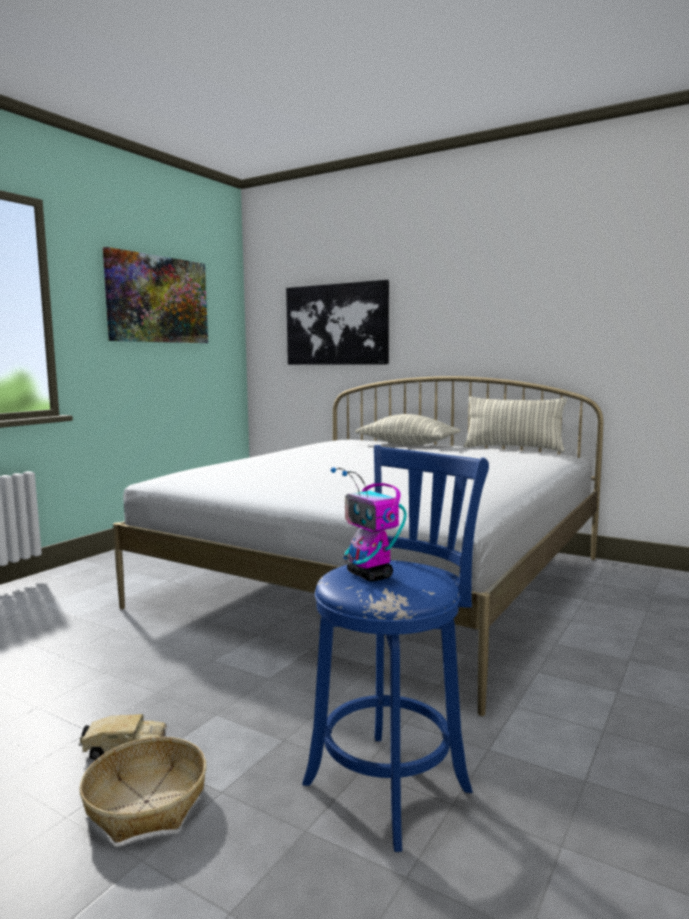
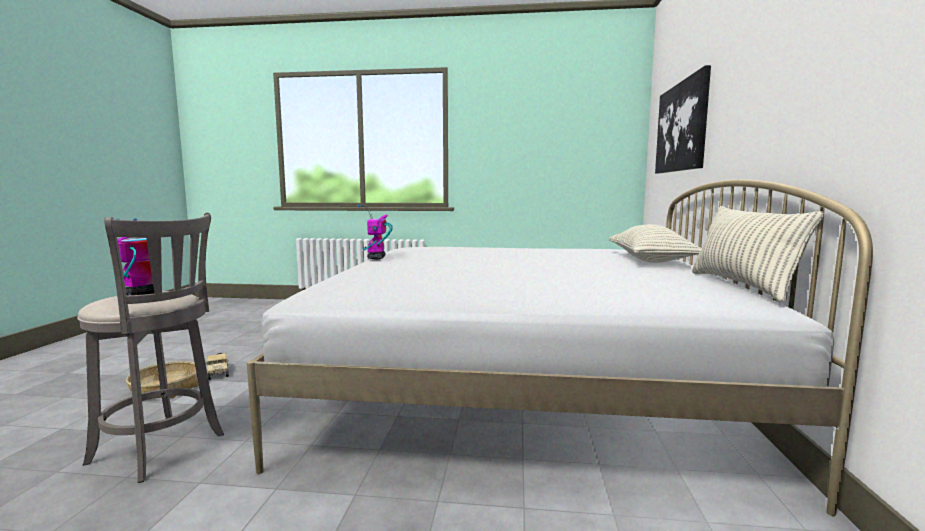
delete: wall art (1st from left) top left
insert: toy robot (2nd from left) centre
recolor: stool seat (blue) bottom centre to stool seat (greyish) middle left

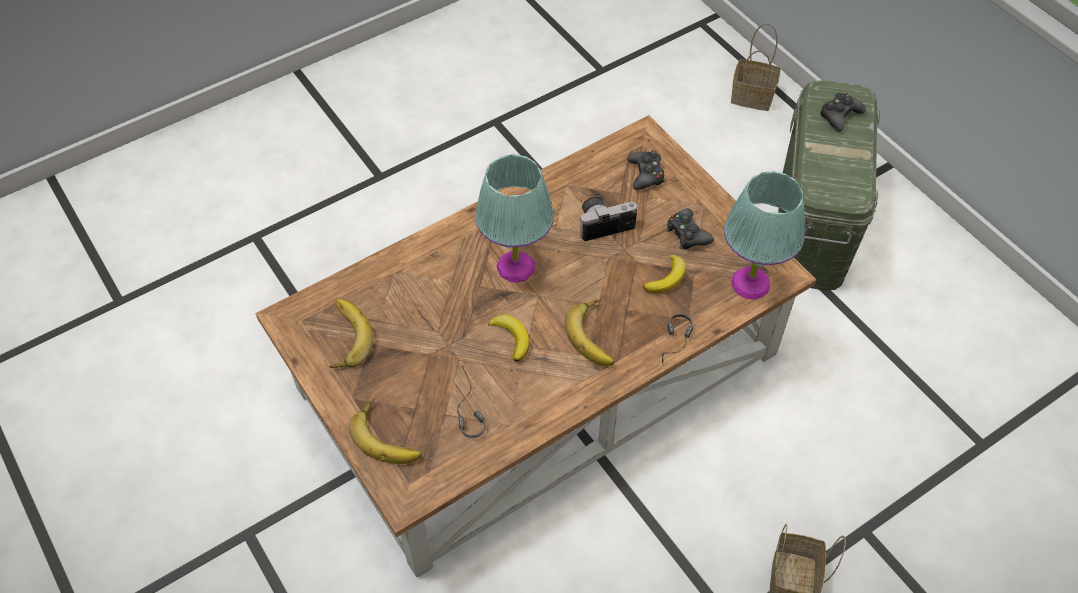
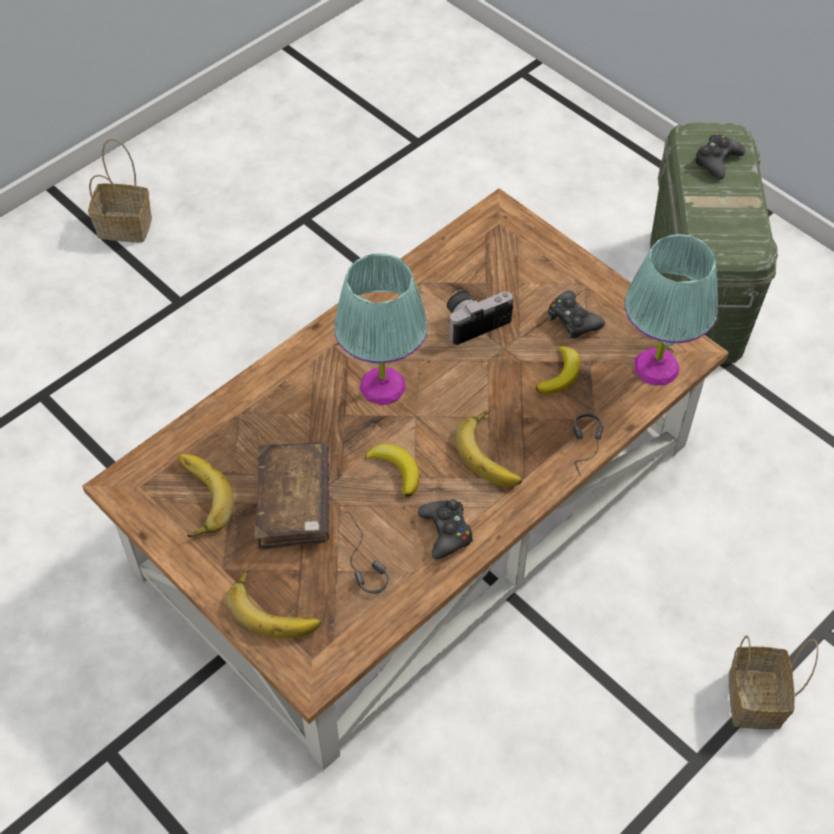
insert: bound book (brown) centre
move: storage basket (1st from left) top right to top left; joypad (black) (1st from left) top centre to centre

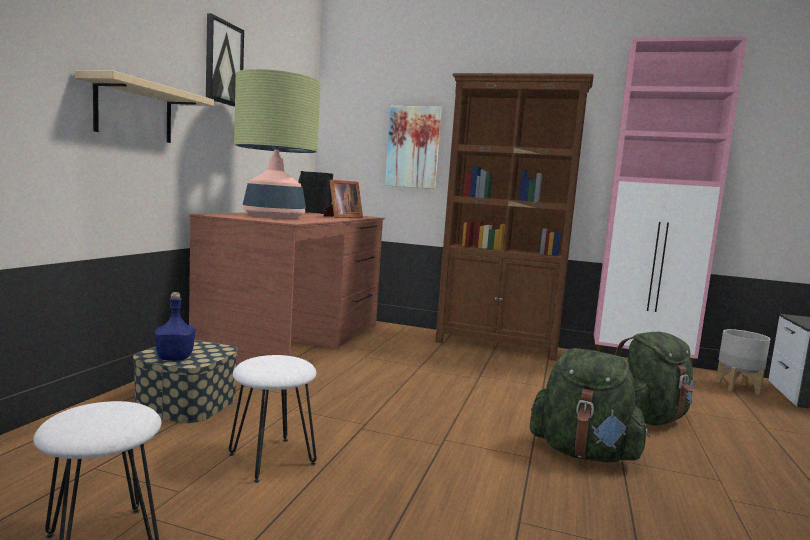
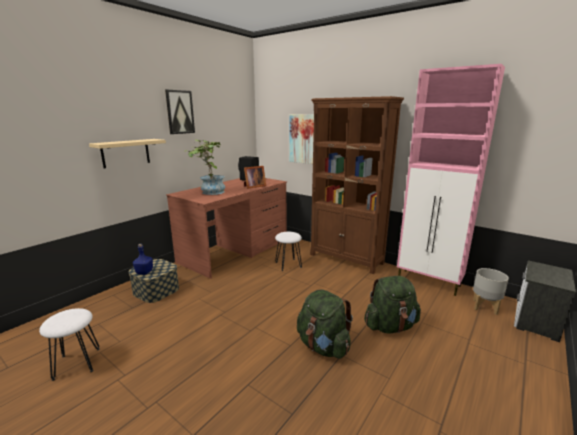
move: stool seat (white) (2nd from left) bottom centre to centre
replace: lamp for a table top centre to plant in a pot centre

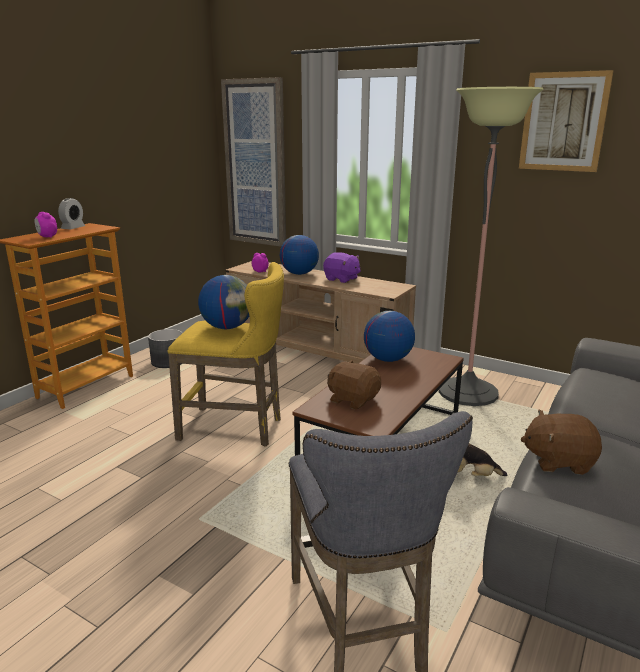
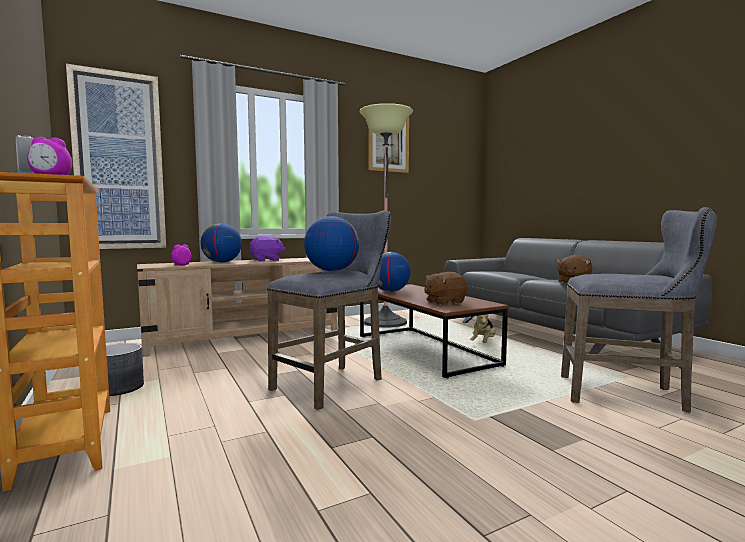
recolor: stool seat (yellow) centre to stool seat (greyish) (1st from left) centre

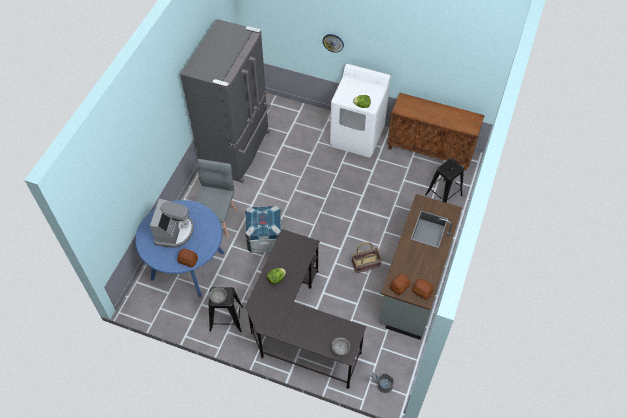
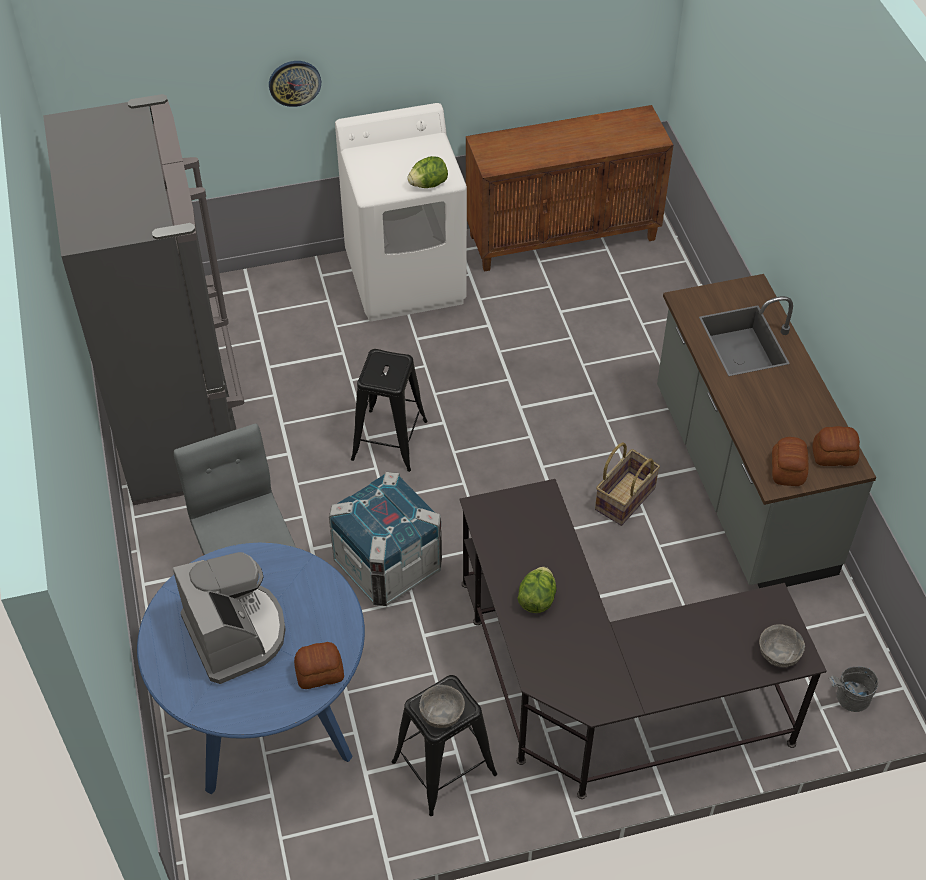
move: stool seat (black) (2nd from left in the first image) middle right to stool seat (black) (1st from left) centre

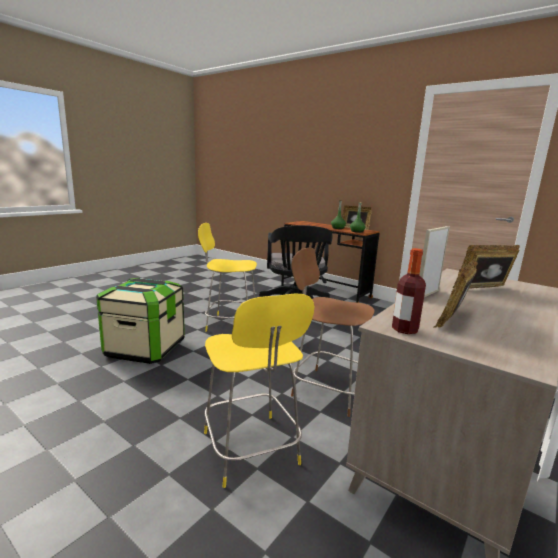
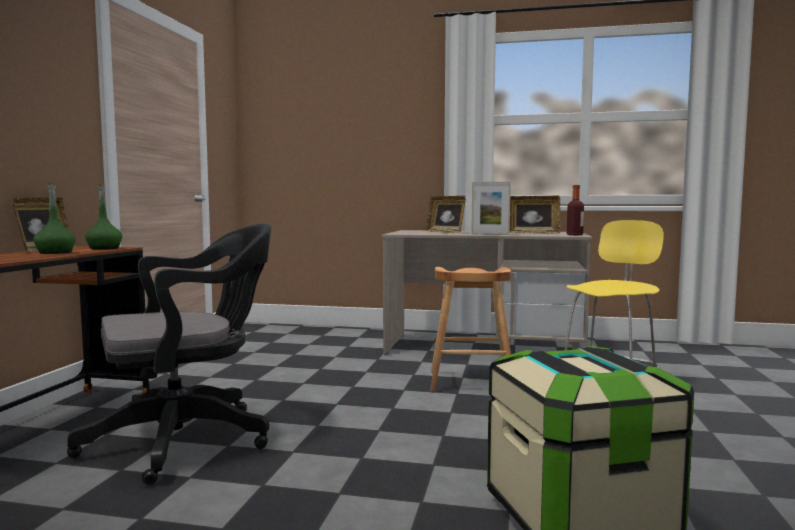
delete: plain chair (yellow) (1st from left) centre
replace: plain chair (brown) centre to stool seat (brown) centre

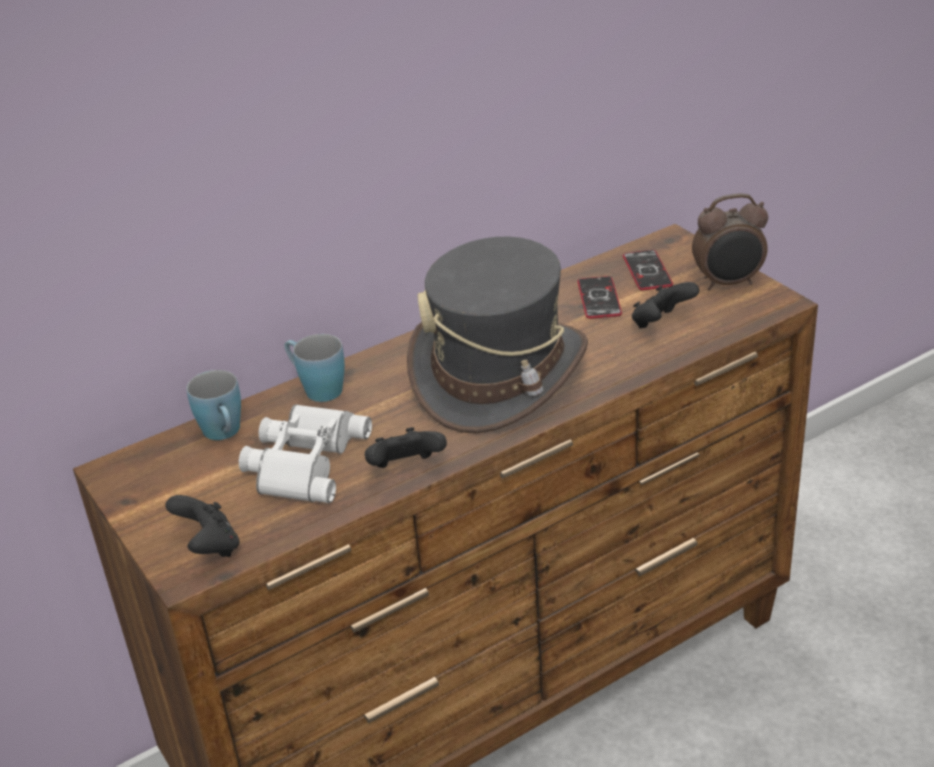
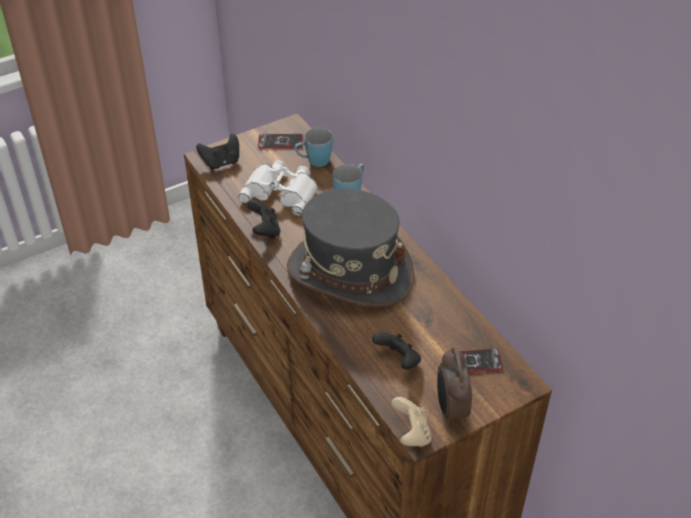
insert: joypad (beige) bottom centre
move: handset (1st from left) centre to top centre

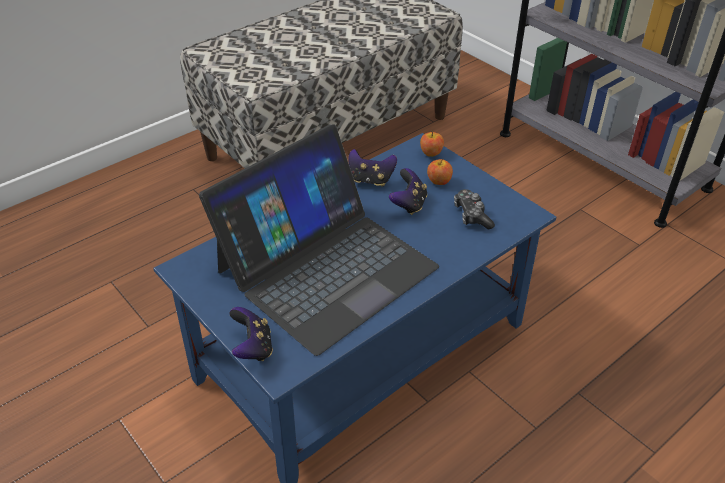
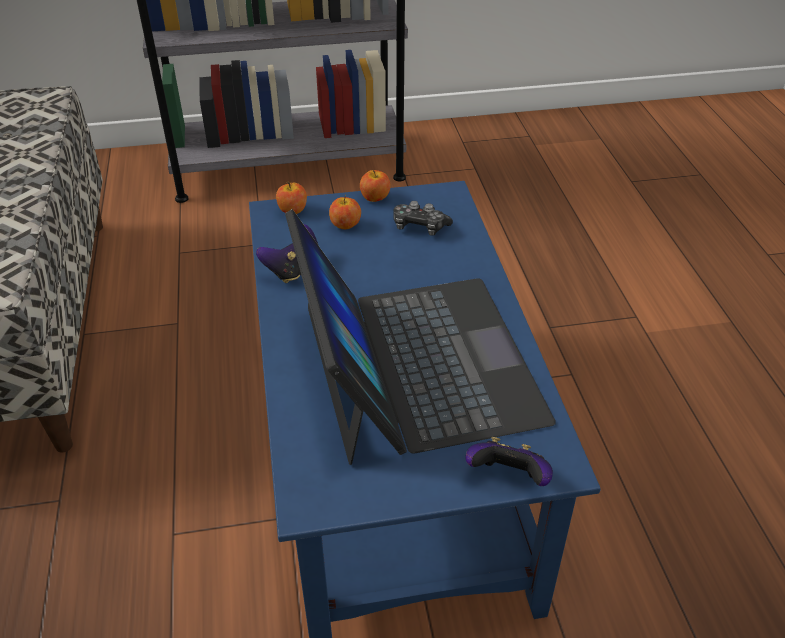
delete: joypad (3rd from left) centre
insert: whole apple (3rd from left) top centre

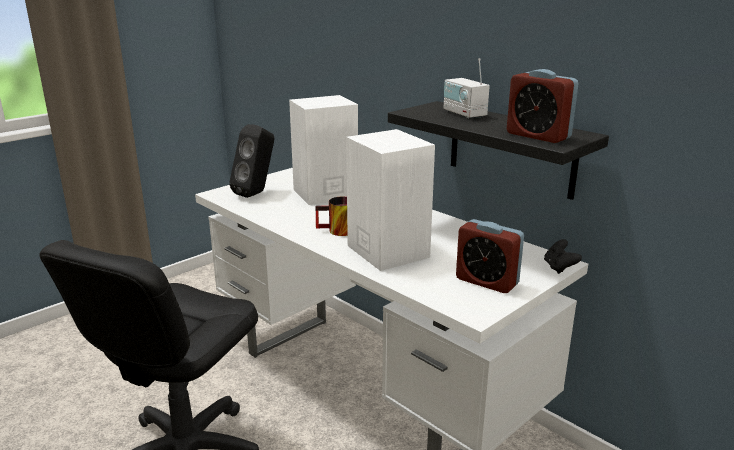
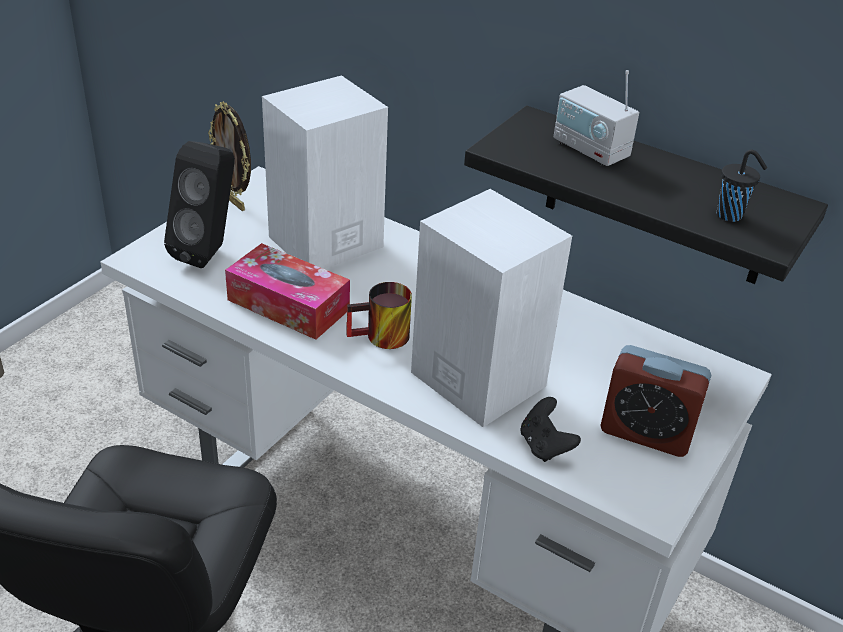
insert: picture frame top left; tissue box centre
move: joypad (black) middle right to bottom centre
replace: alarm clock (2nd from left) top right to drinking cup (black) top right

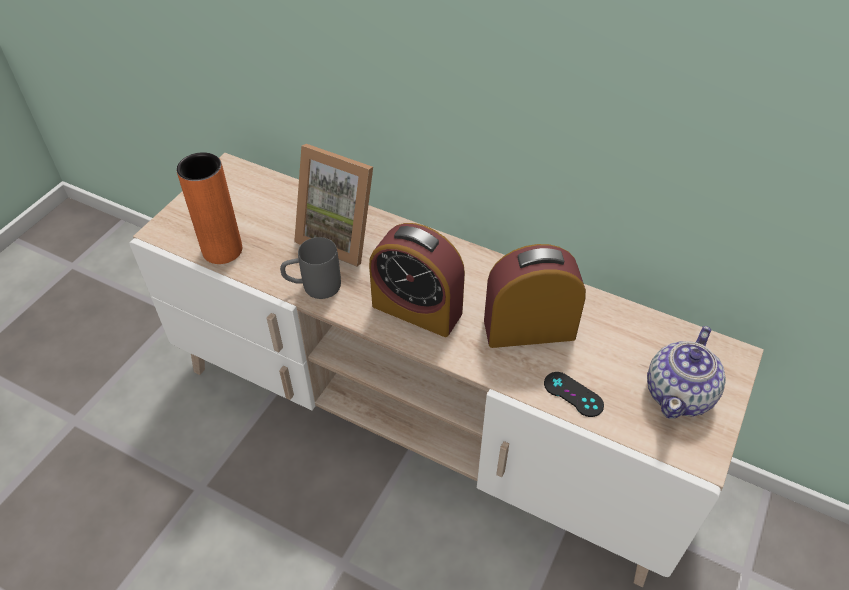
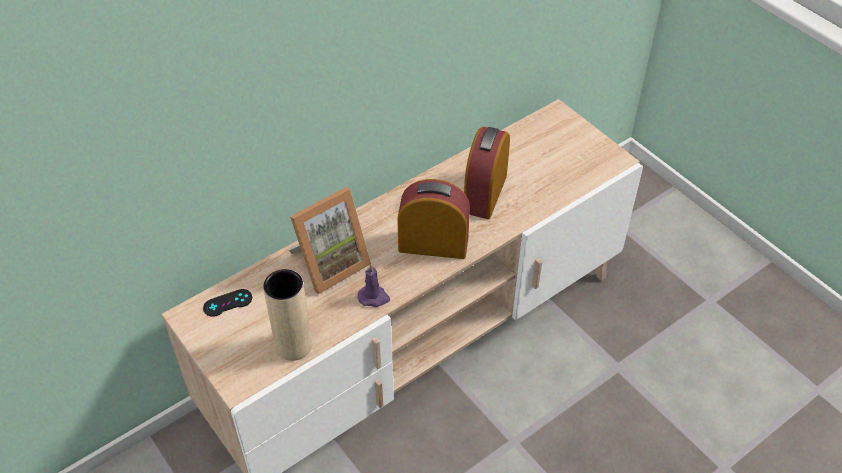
delete: teapot middle right
move: joypad (black) bottom right to middle left
replace: mug (greyish) centre to wax candle (purple) centre
recolor: vase (orangey) middle left to vase (beige) centre
rotate: alarm clock (1st from left) centre = centre 135 degrees counterclockwise

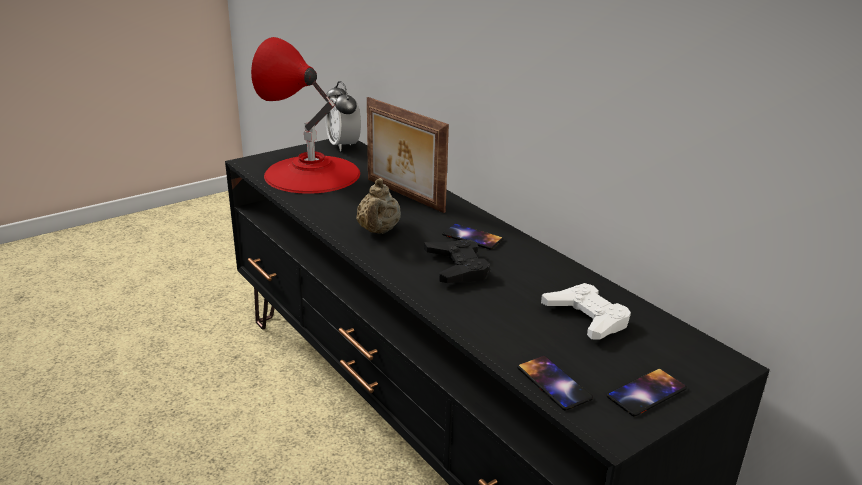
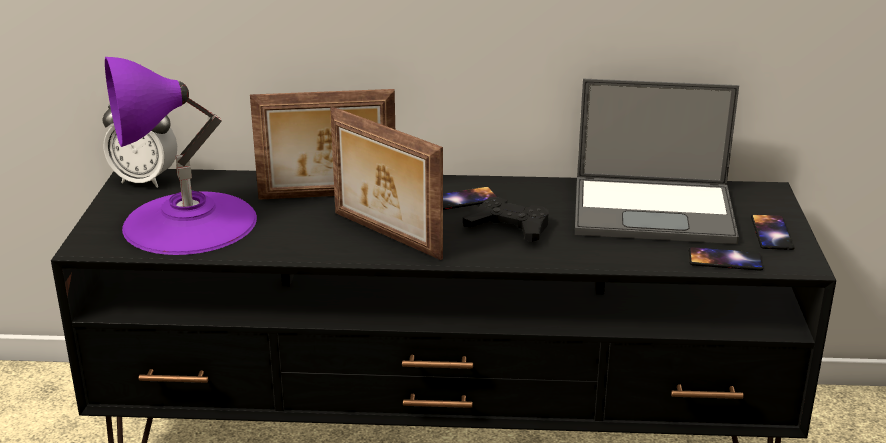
replace: teapot (beige) centre to picture frame (2nd from left) centre; joypad (white) middle right to notebook computer middle right
recolor: lamp for a table (reddish) top centre to lamp for a table (purple) middle left

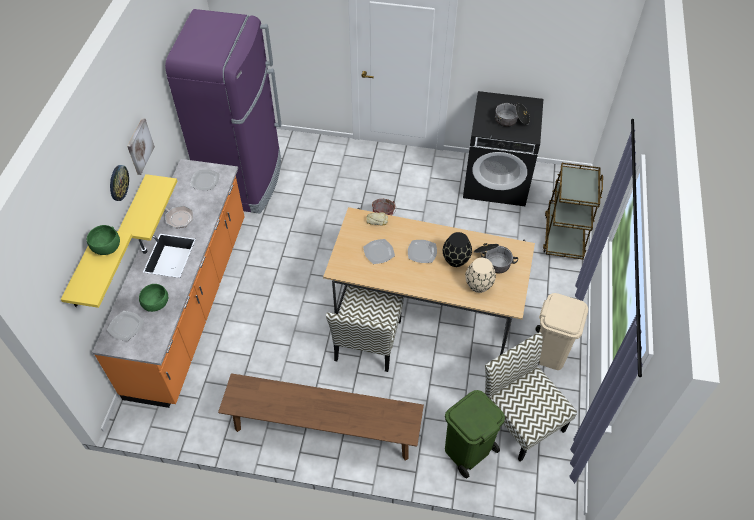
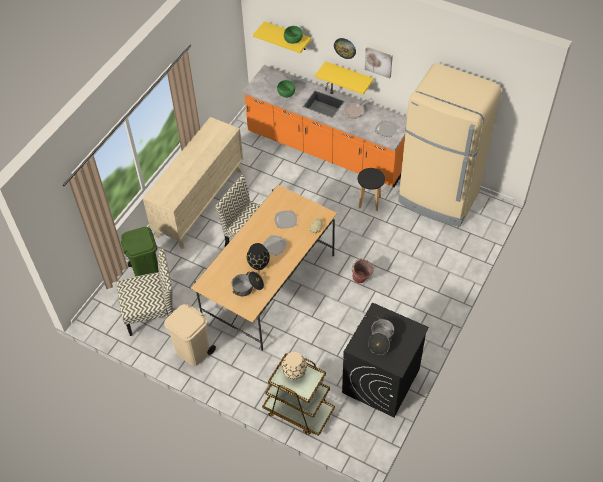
insert: stool seat (black) centre
move: vase (beige) centre to bottom centre
replace: long seat (brown) bottom centre to dresser (beige) middle left
recolor: fridge (purple) top left to fridge (beige) top right

